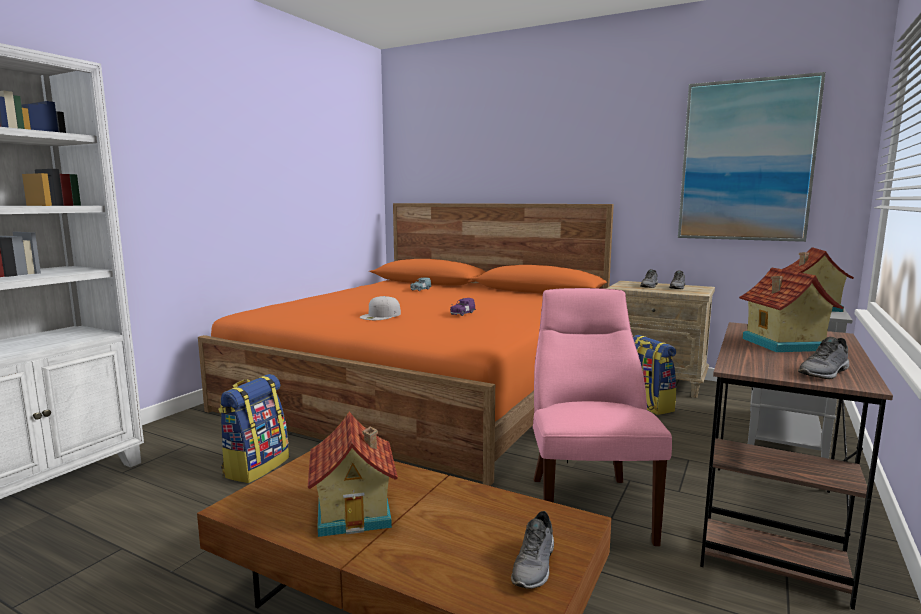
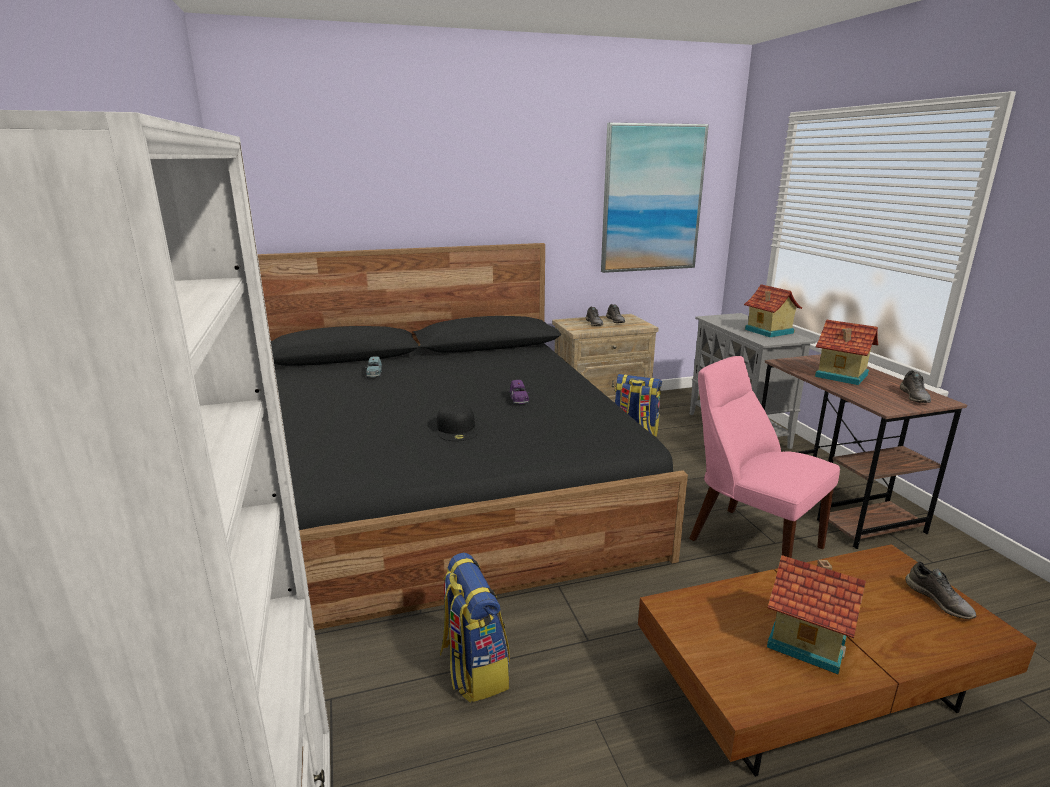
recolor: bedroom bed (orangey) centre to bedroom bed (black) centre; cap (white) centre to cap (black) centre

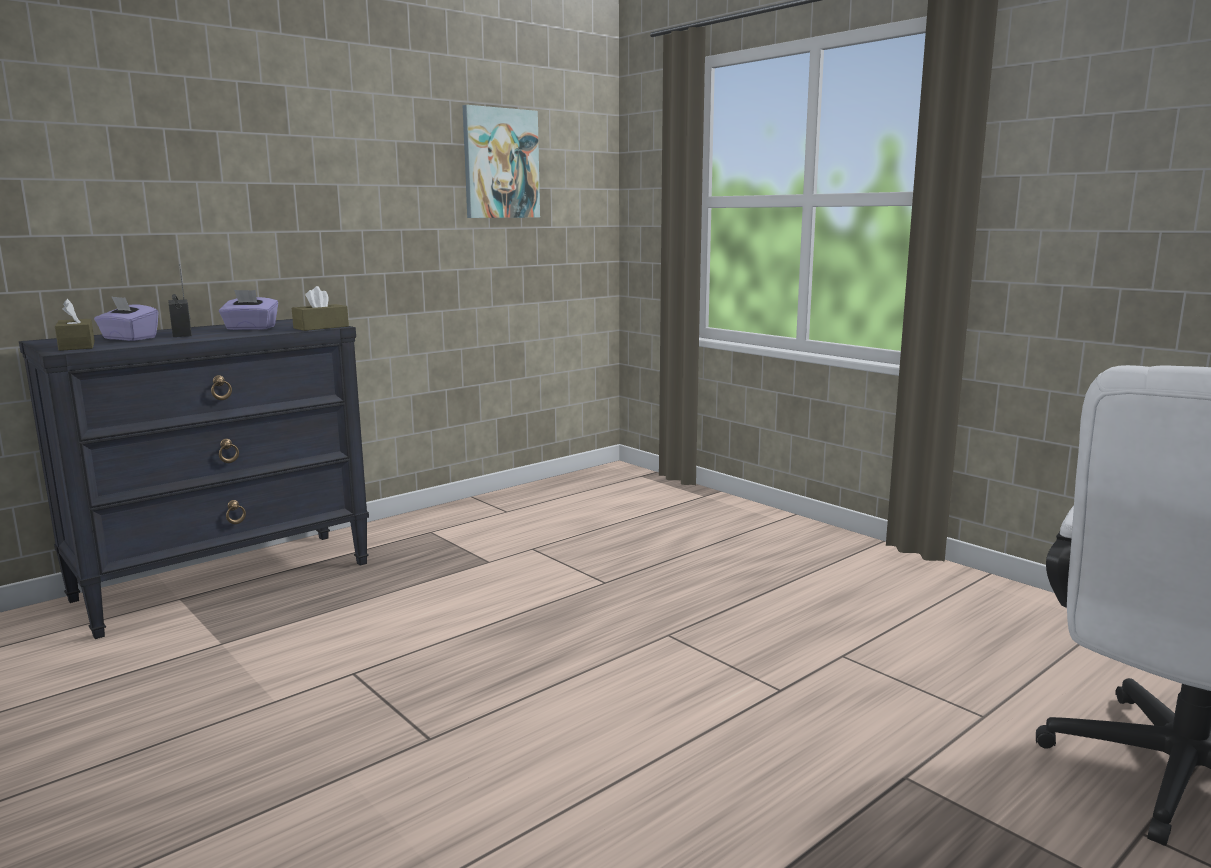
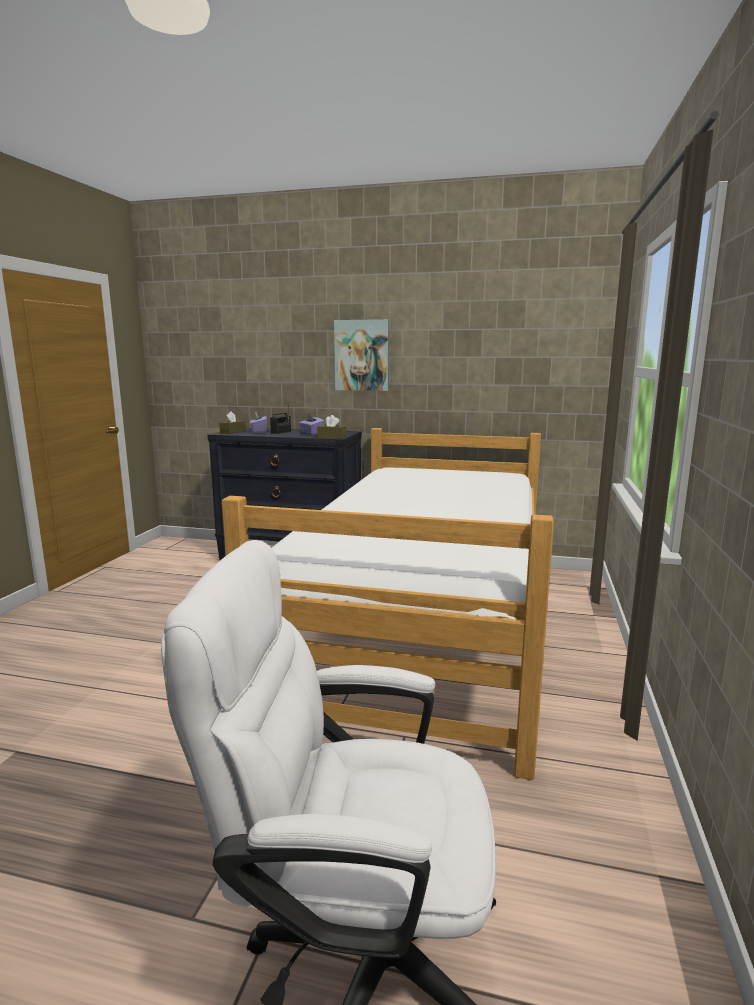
insert: bedroom bed centre
move: wall art top centre to centre

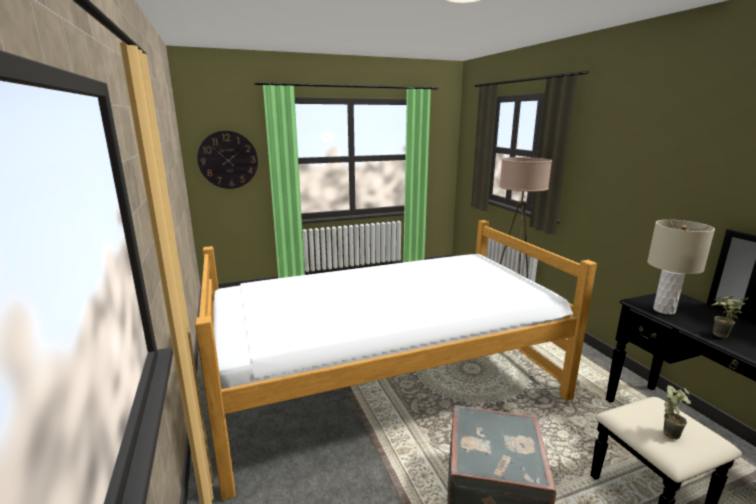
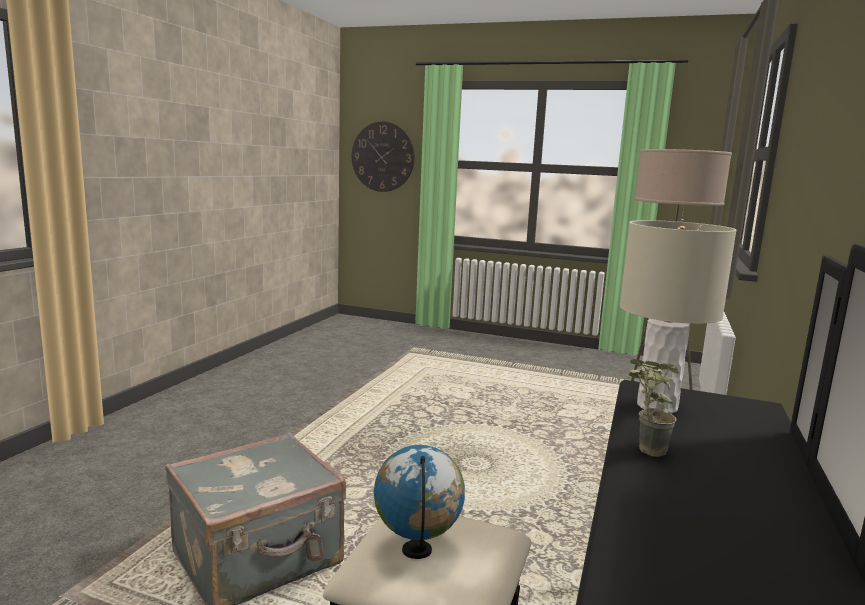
delete: bedroom bed bottom centre
replace: plant in a pot (1st from left) bottom right to globe bottom centre

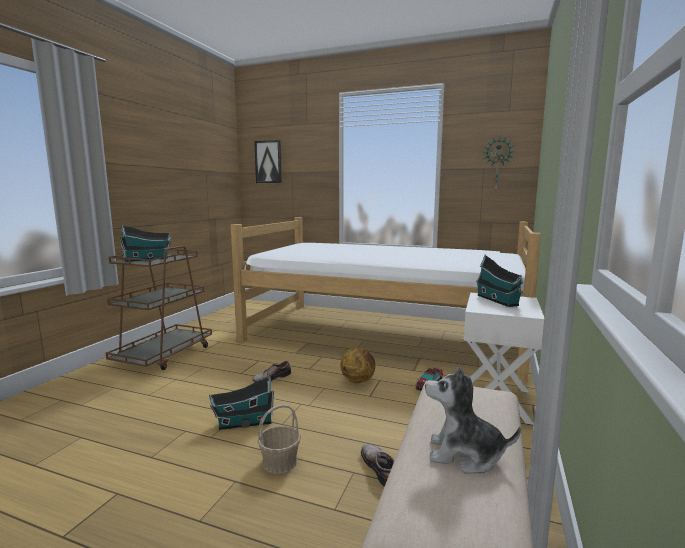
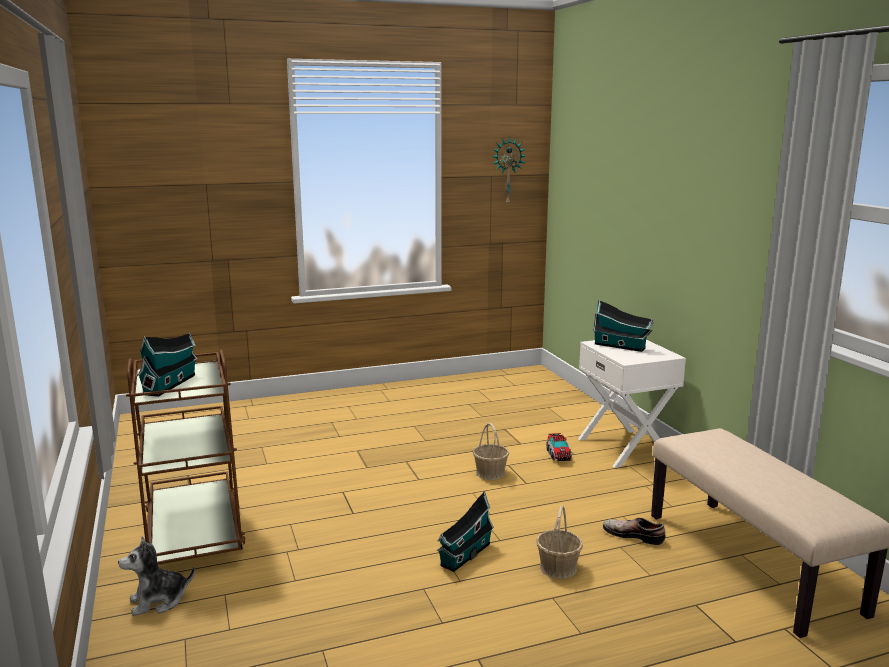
delete: wall art top centre; bedroom bed centre; shoe (1st from left) bottom centre
move: plush toy bottom right to bottom left
replace: basketball centre to storage basket (1st from left) bottom centre

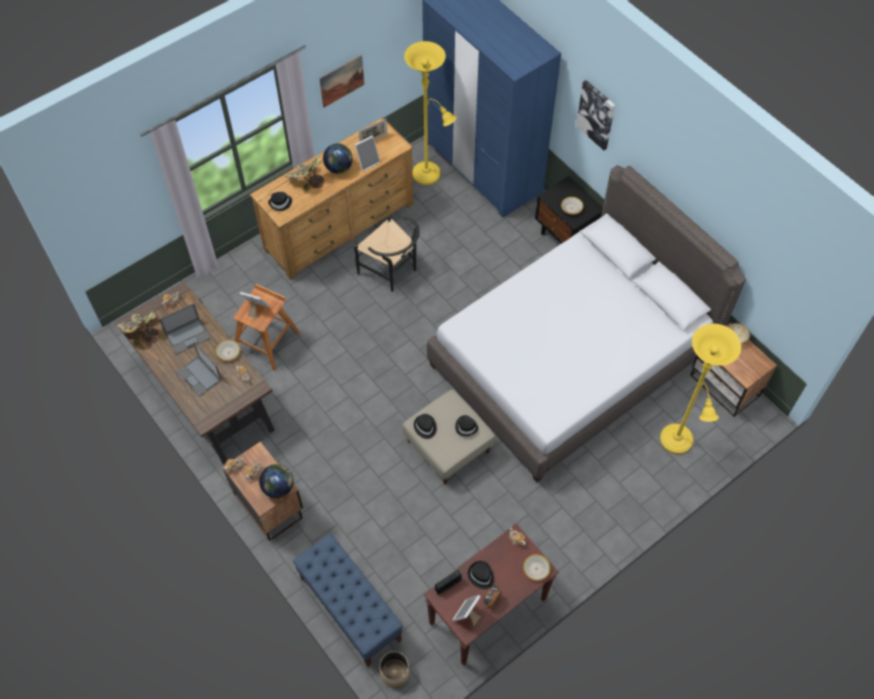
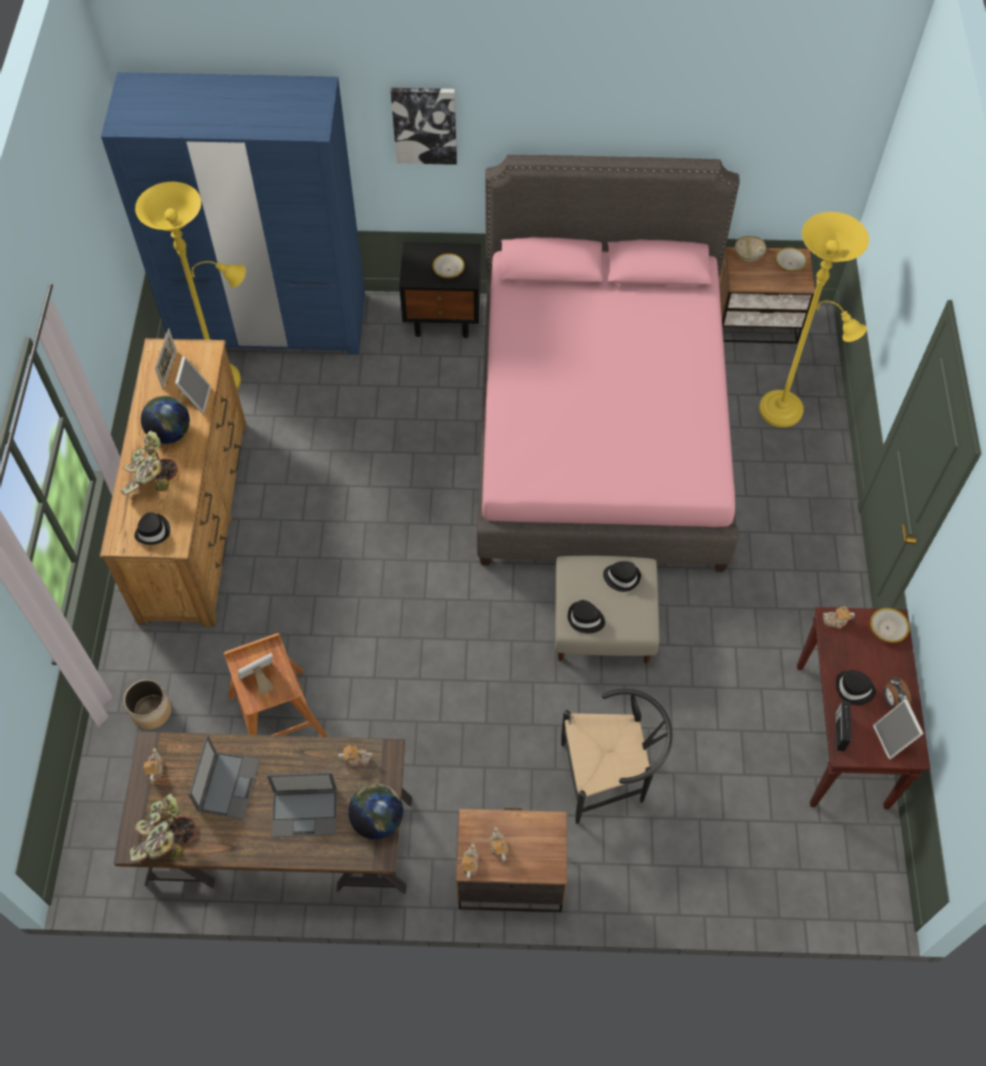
delete: wall art (1st from left) top centre; long seat (blue) bottom centre
move: plain chair (black) centre to bottom centre; deep dish (1st from left in the first image) middle left to deep dish (3rd from left) top right; globe (1st from left in the first image) bottom left to globe (2nd from left) bottom centre; flower pot bottom centre to middle left
recolor: bedroom bed (greyish) middle right to bedroom bed (pink-coloured) centre

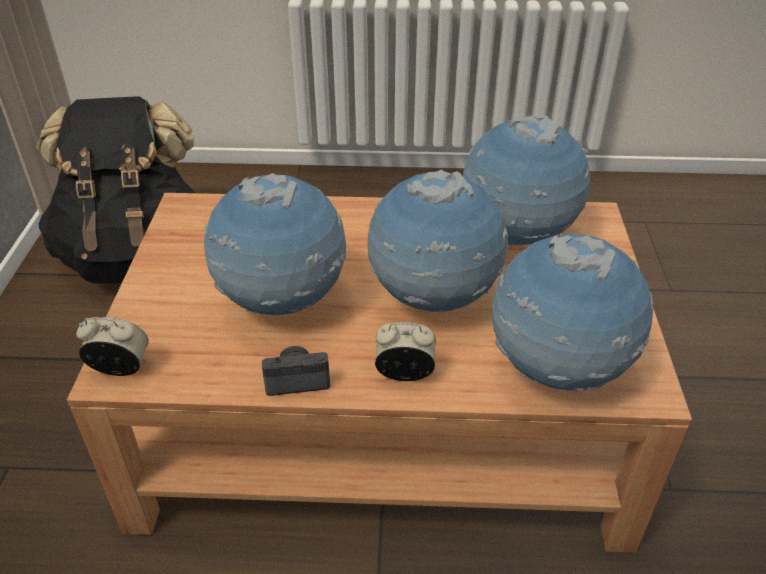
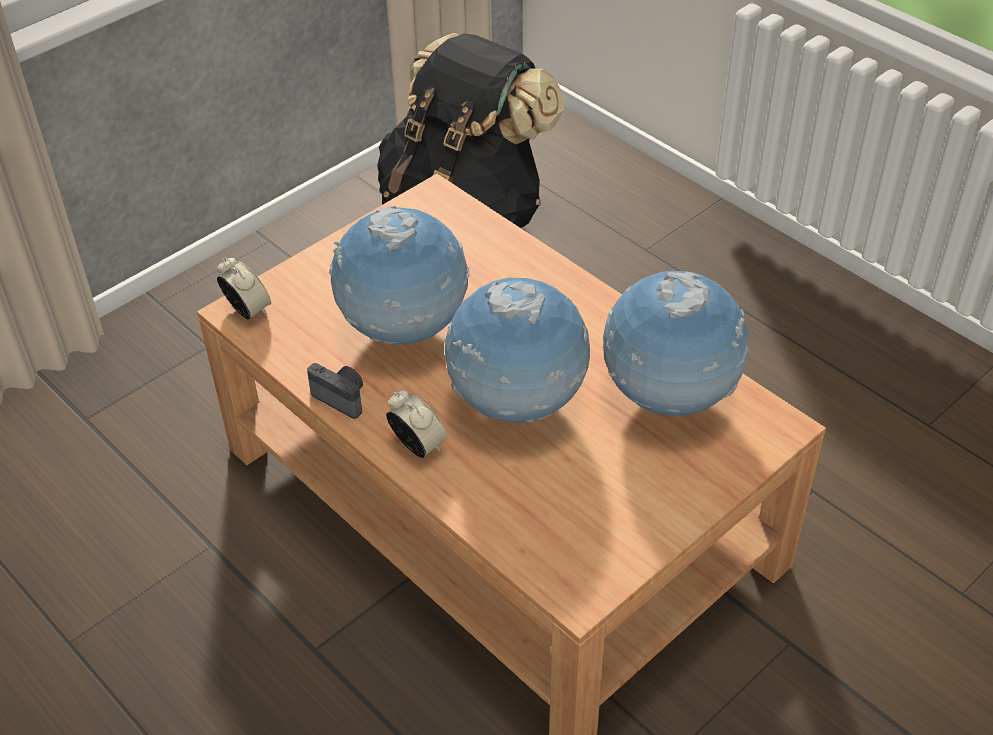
delete: globe (4th from left) middle right

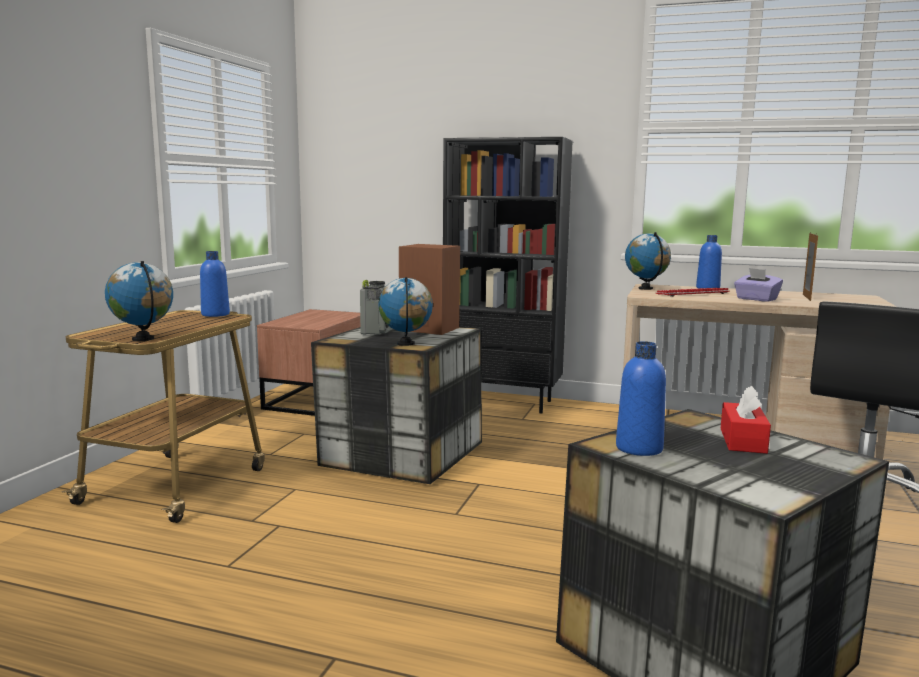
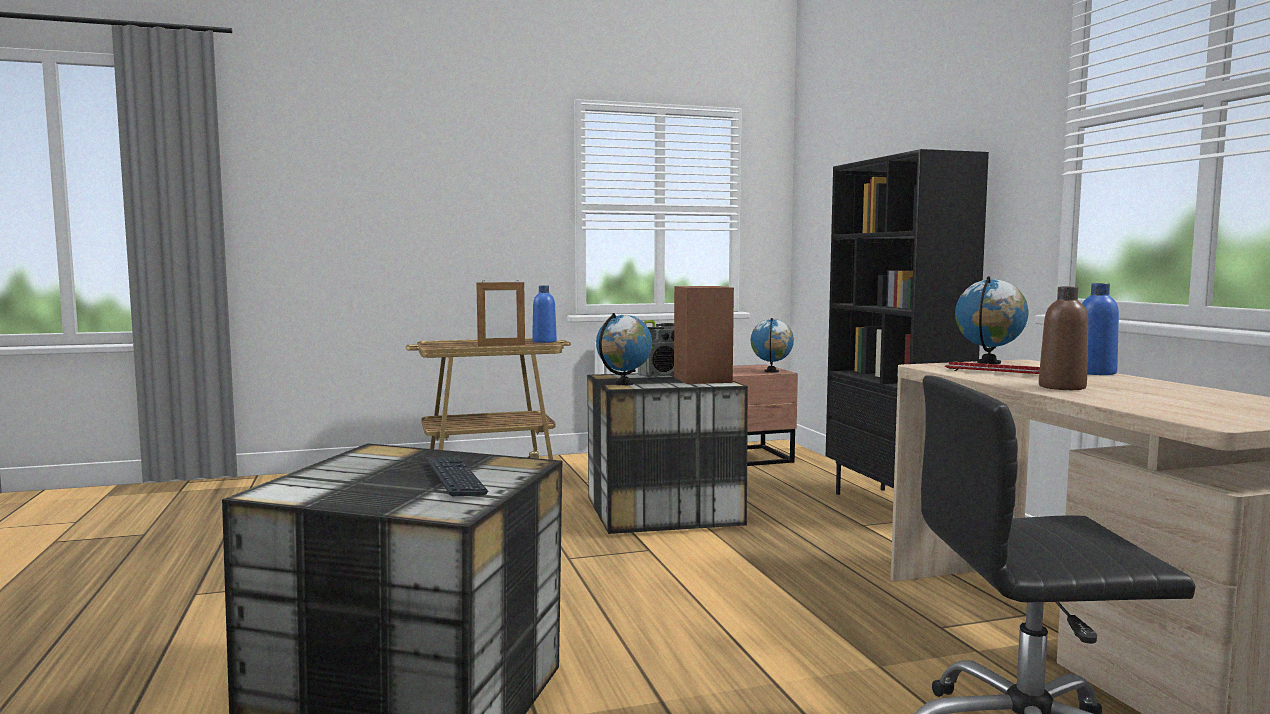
delete: drink bottle (blue) (2nd from left) middle right
move: picture frame middle right to centre; globe (1st from left in the first image) middle left to globe (2nd from left) centre
replace: tissue box (purple) middle right to drink bottle (brown) middle right; tissue box (reddish) middle right to PC keyboard (1st from left) bottom centre

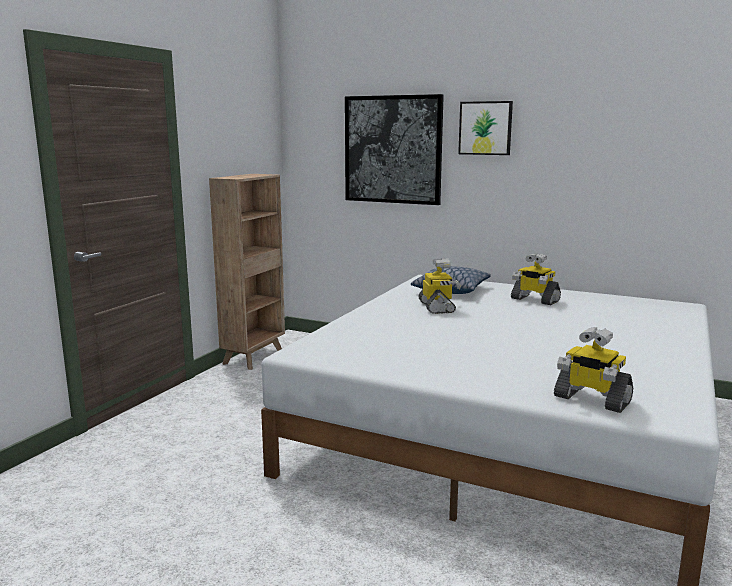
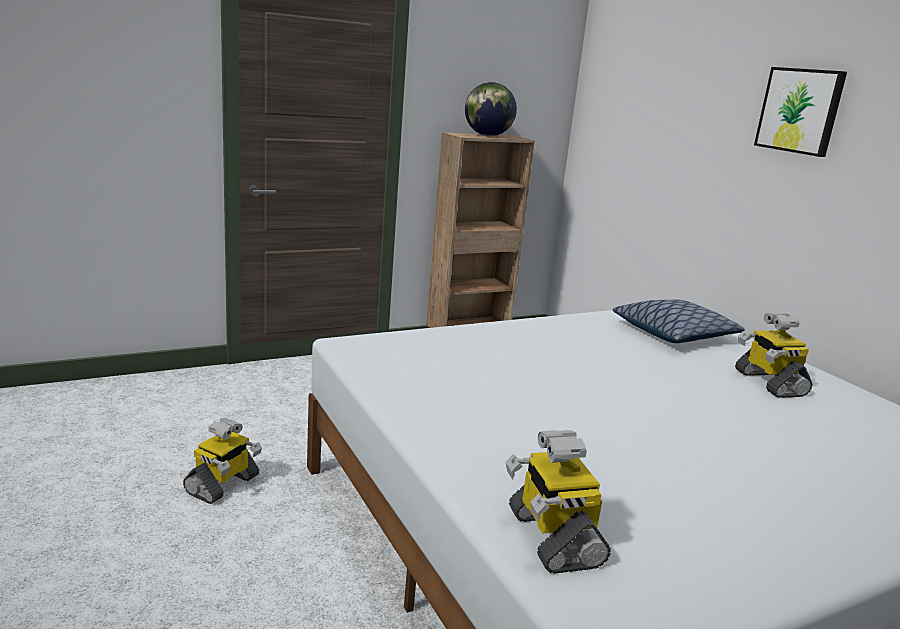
delete: wall art (1st from left) top centre
insert: globe top centre
move: toy robot (1st from left) centre to bottom left

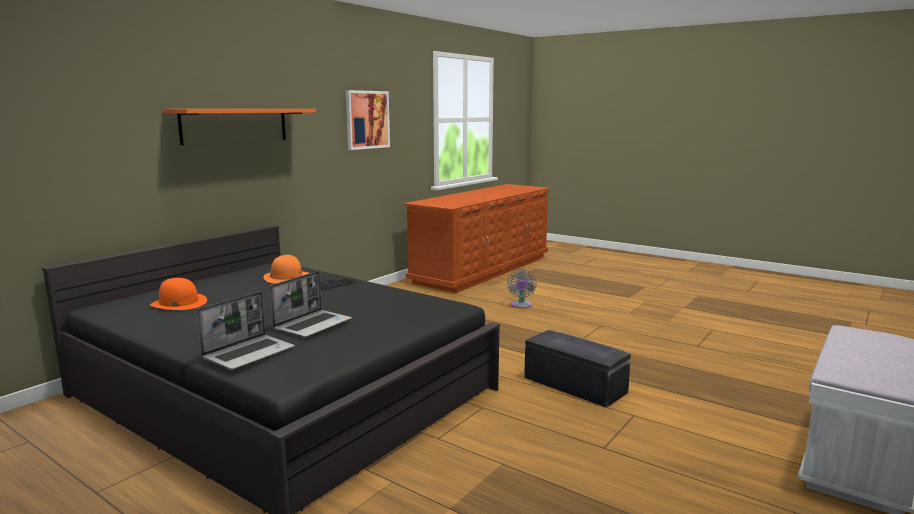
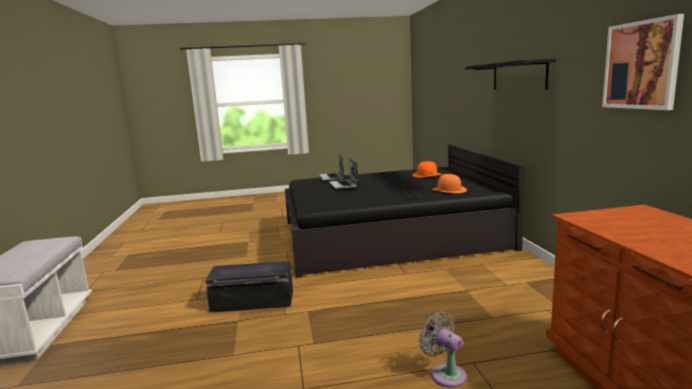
recolor: wall shelf (orangey) top left to wall shelf (black) top right

